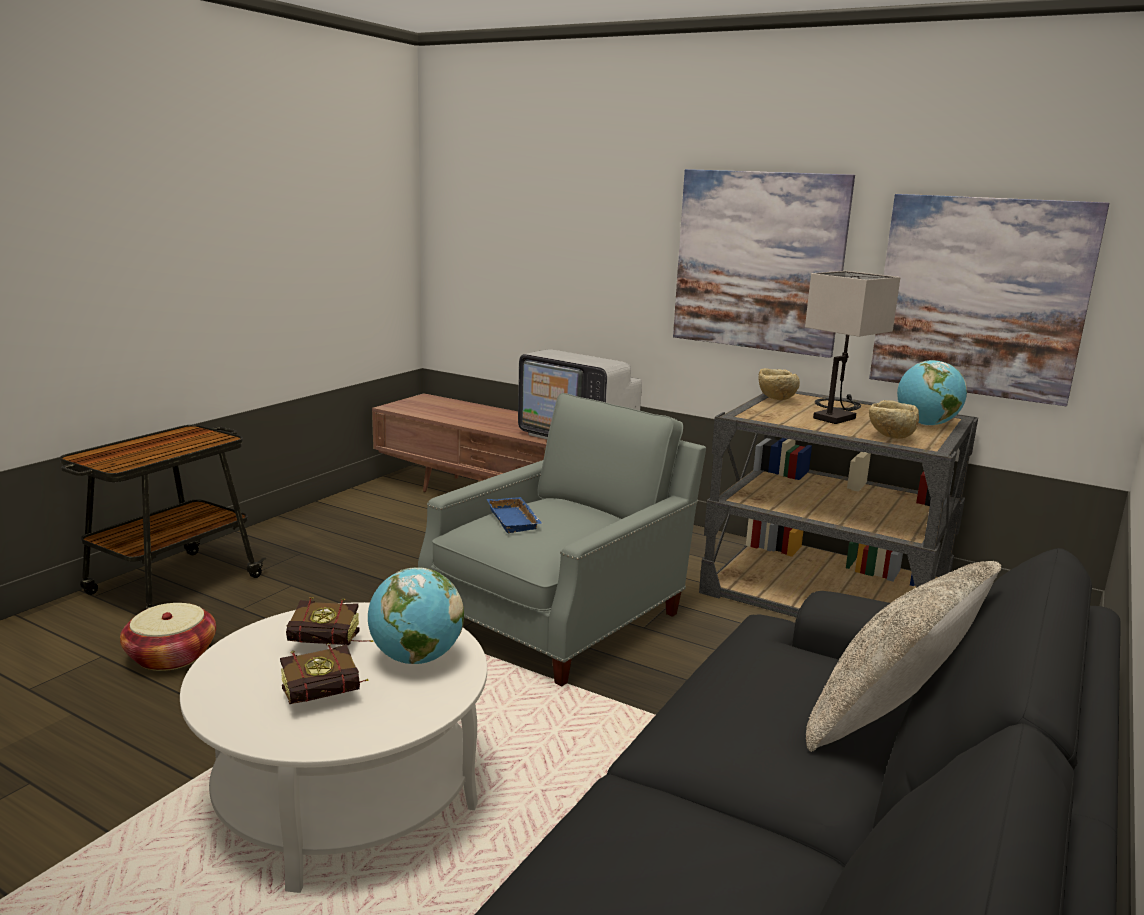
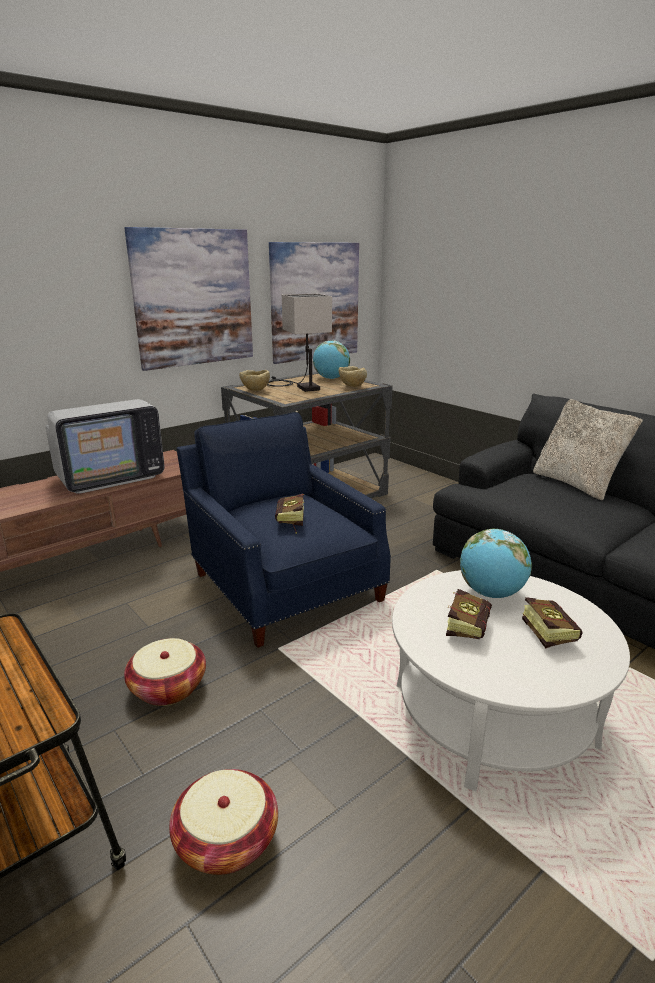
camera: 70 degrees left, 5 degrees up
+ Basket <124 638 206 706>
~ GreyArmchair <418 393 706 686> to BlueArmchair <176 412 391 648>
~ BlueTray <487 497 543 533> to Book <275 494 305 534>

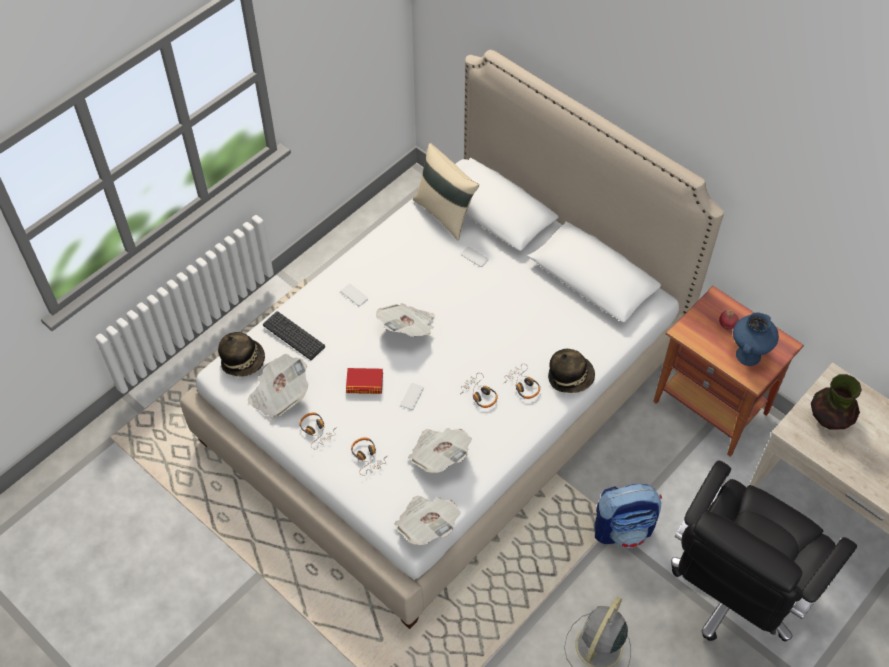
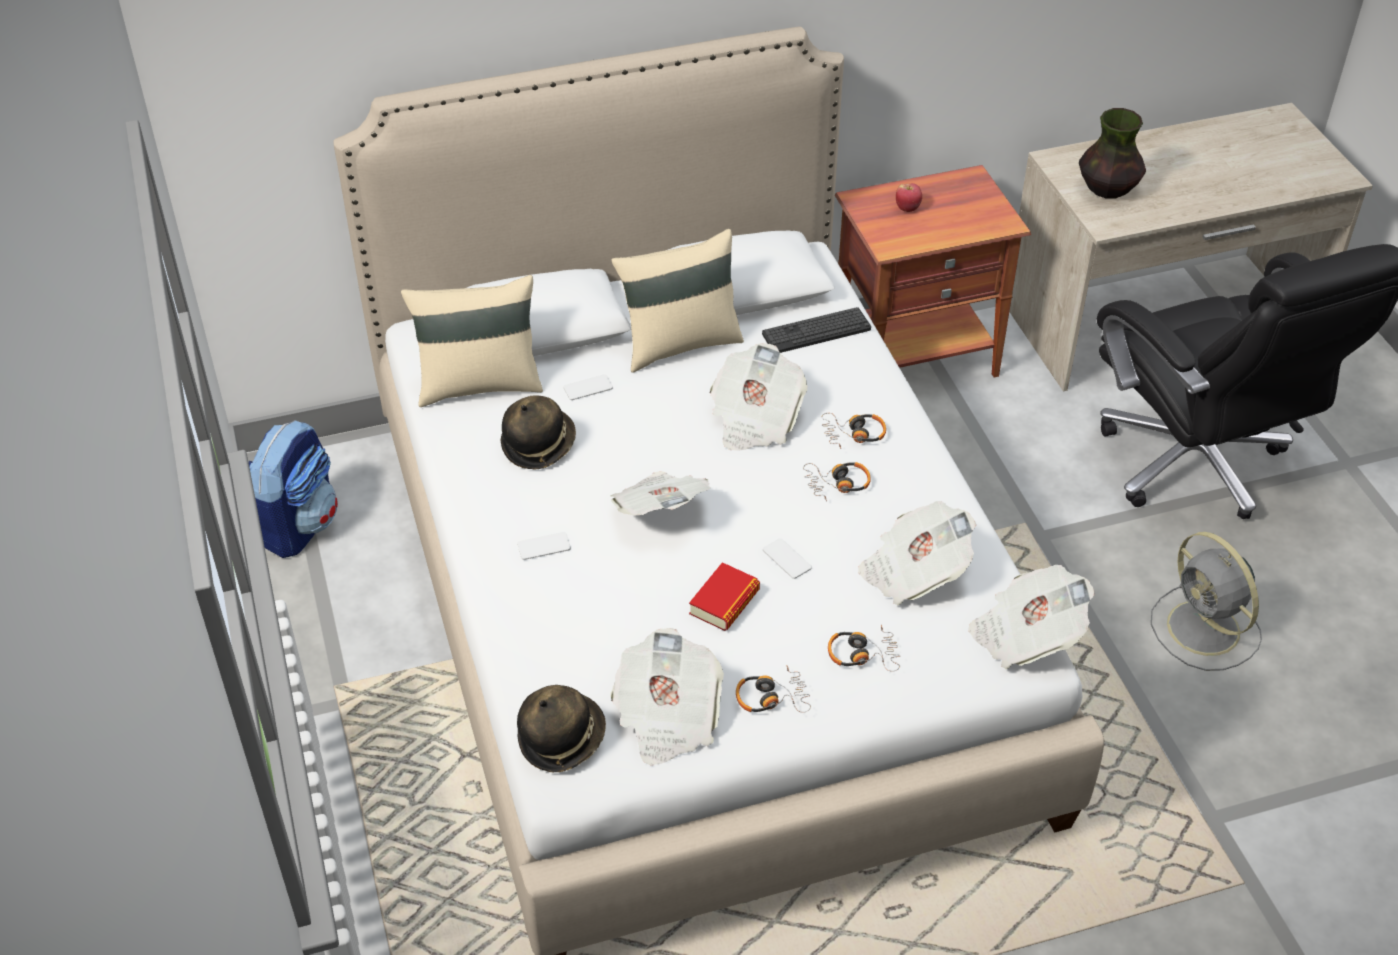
camera: 60 degrees left, 10 degrees down
~ Backpack <595 484 662 548> to <249 420 338 558>
~ Hat <548 349 595 393> to <501 395 576 469>
+ BeigePillow <611 229 744 373>
+ Newspaper <710 343 808 451>
~ Keyboard <263 311 325 360> to <762 307 871 353>
- BlueVase <733 312 779 366>

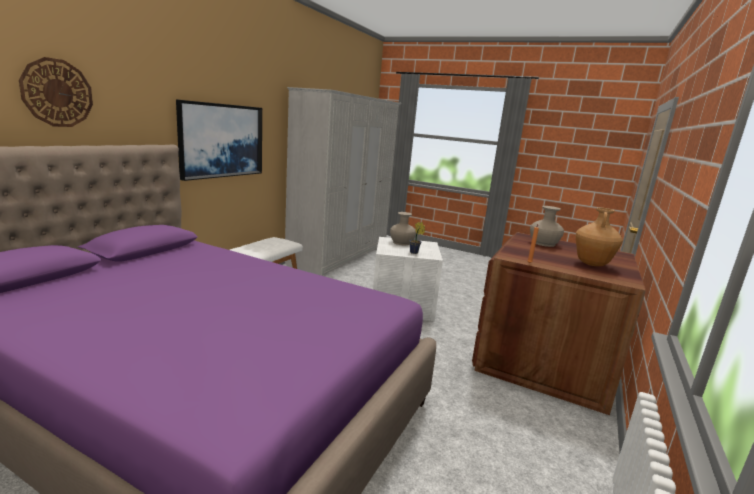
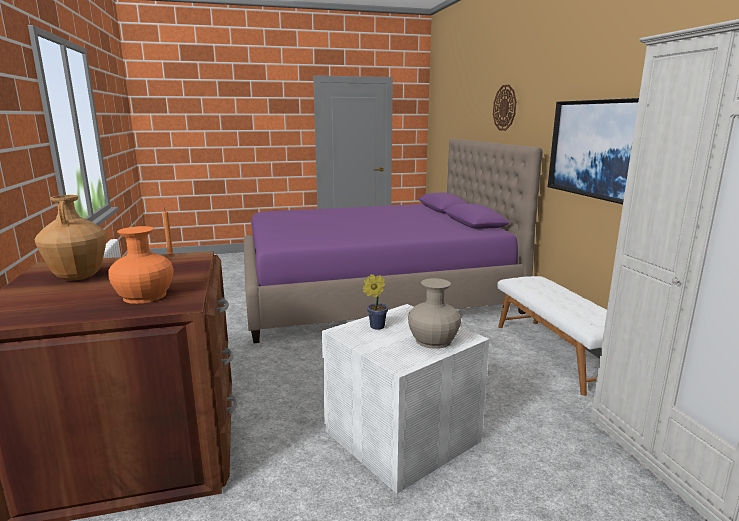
camera: 140 degrees right, 0 degrees up
~ BeigeVase <530 206 564 247> to OrangeVase <108 226 174 304>

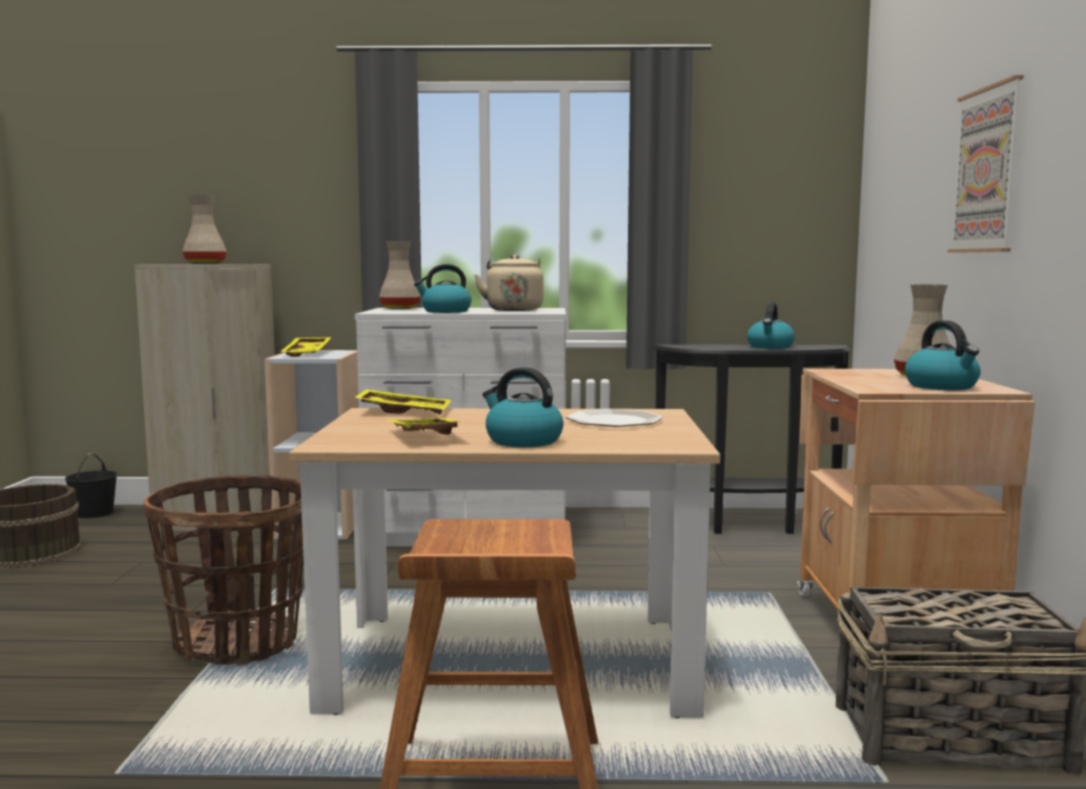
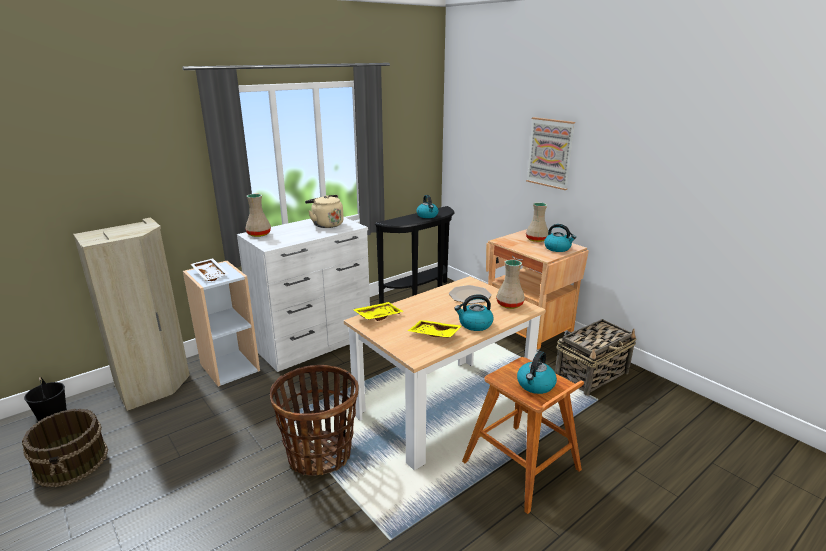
camera: 40 degrees left, 15 degrees up
~ YellowTray <280 337 331 357> to WhiteTray <190 258 229 281>
~ BeigeVase <182 195 227 264> to <496 259 525 309>
~ Kettle <414 264 471 313> to <517 351 557 394>

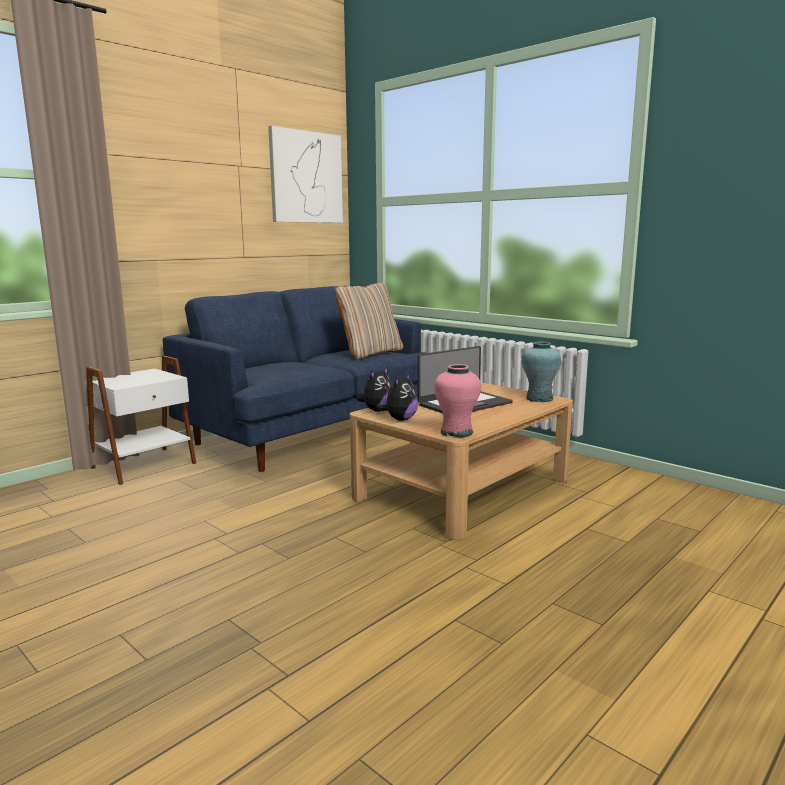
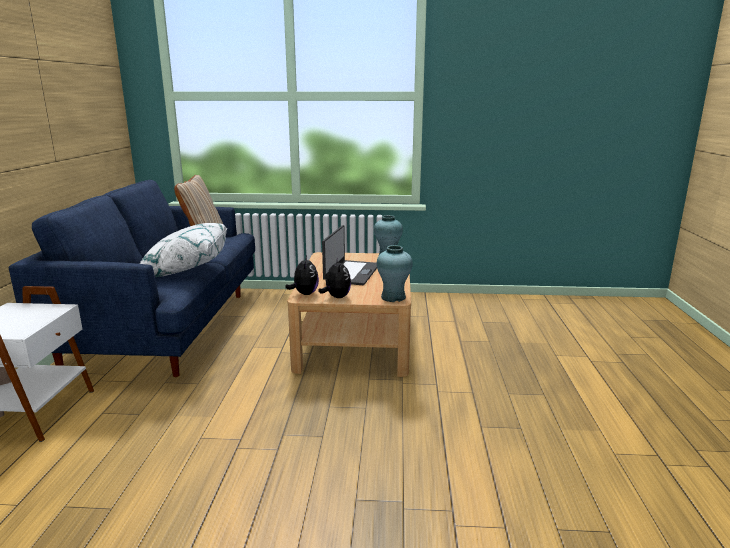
camera: 40 degrees left, 5 degrees up
+ WhitePillow <140 223 227 277>
~ PinkVase <434 364 481 438> to TurquoiseVase <377 245 413 302>
- Picture <268 126 343 223>

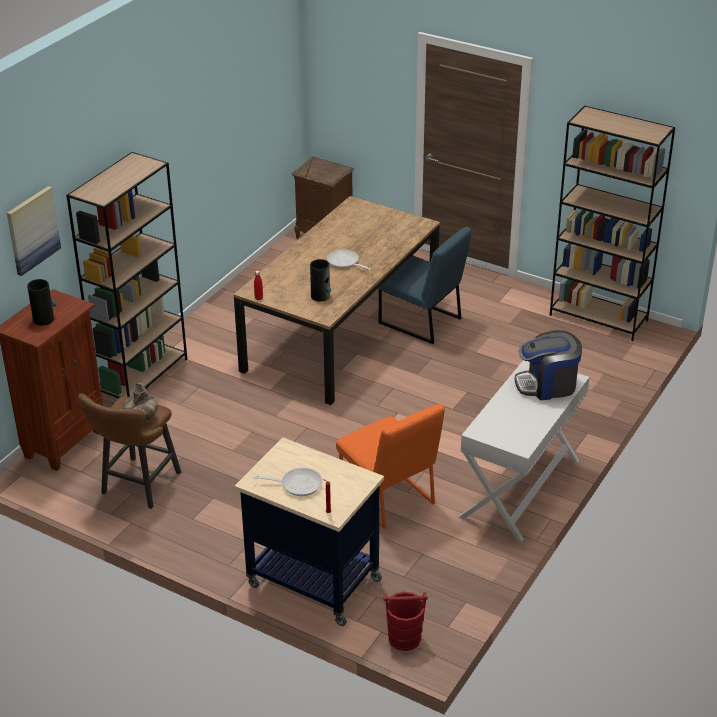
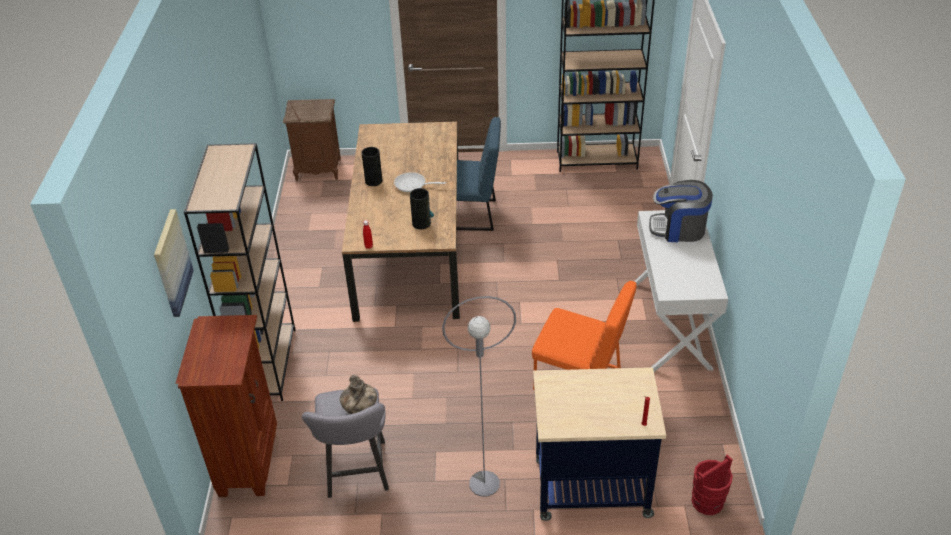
camera: 30 degrees left, 5 degrees up
~ BrownStool <78 393 181 509> to GreyStool <302 388 389 498>
~ Vase <27 279 56 326> to <361 147 382 186>
+ GreyFloorLamp <442 296 516 497>
~ CoffeeMachine <515 330 582 400> = <649 180 713 242> 45 degrees clockwise
- FryingPan <253 468 323 496>

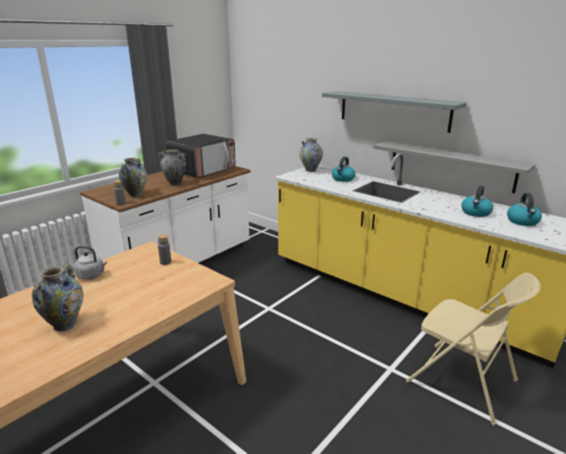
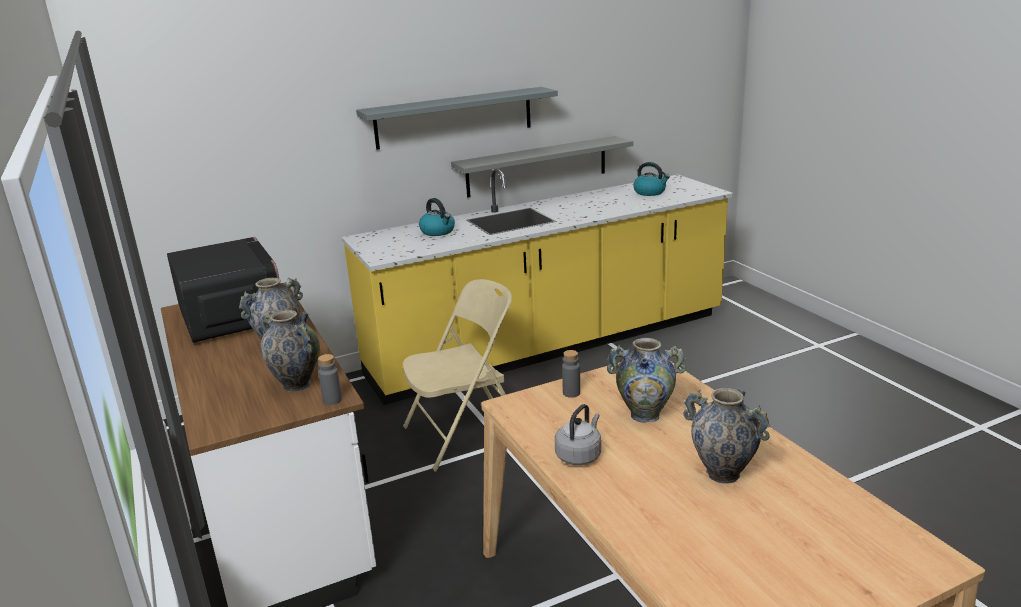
camera: 65 degrees left, 0 degrees up
~ BeigeChair <406 273 541 426> to <403 279 512 472>
~ Vase <299 138 323 172> to <607 338 686 423>
- Kettle <461 185 493 217>

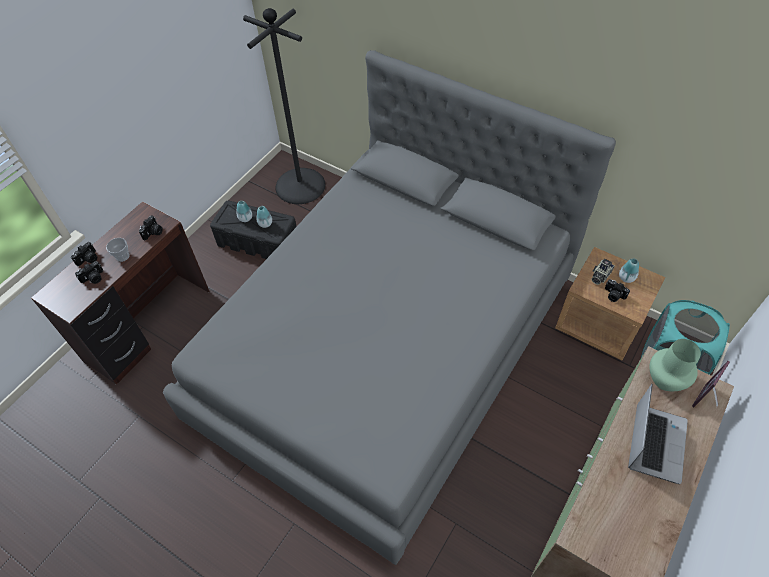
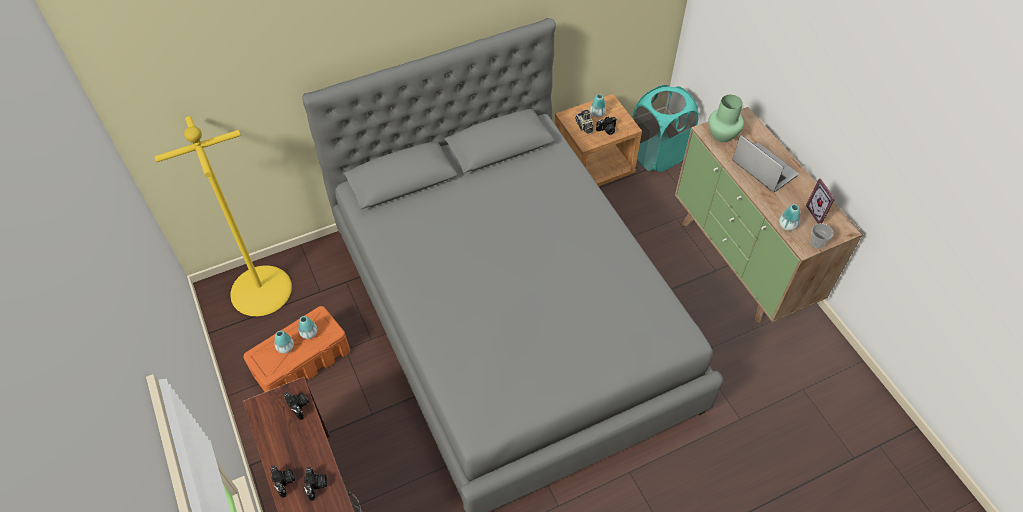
camera: 60 degrees left, 0 degrees up
~ BlackClothesRack <243 8 326 204> to YellowClothesRack <154 116 292 316>
~ BlackStorageBox <210 200 297 259> to OrangeStorageBox <243 306 350 392>
+ Vase <779 204 800 231>
~ PictureFrame <692 361 730 407> to <806 178 835 224>
~ Cup <106 238 129 262> to <810 223 833 248>

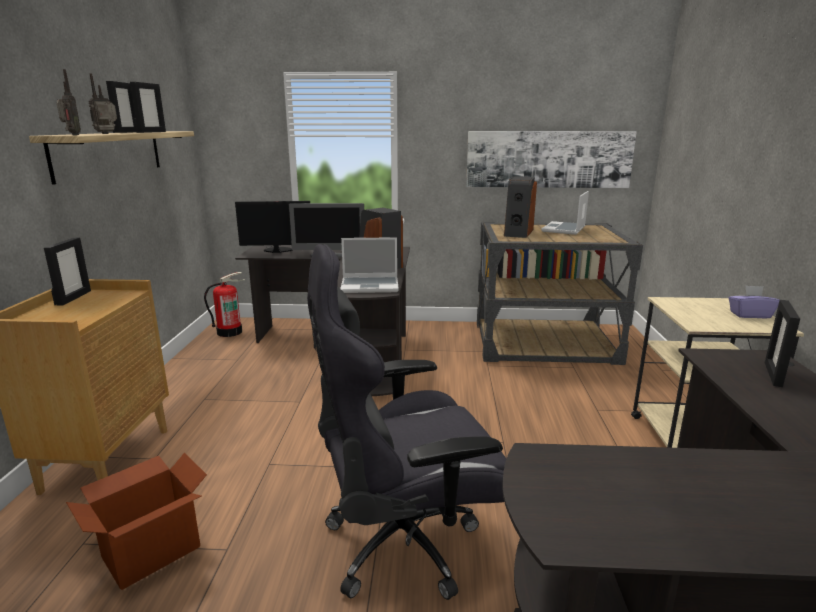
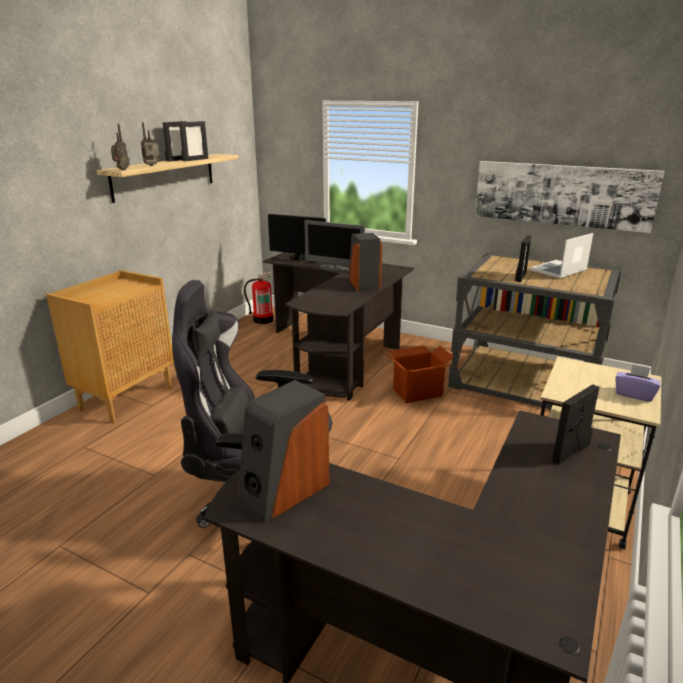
camera: 25 degrees right, 5 degrees up
~ Speaker <504 176 537 238> to <237 380 330 523>
~ CardboardBox <66 453 207 590> to <387 345 454 403>
~ PictureFrame <44 238 91 306> to <515 235 532 282>
- Laptop <340 237 399 293>

